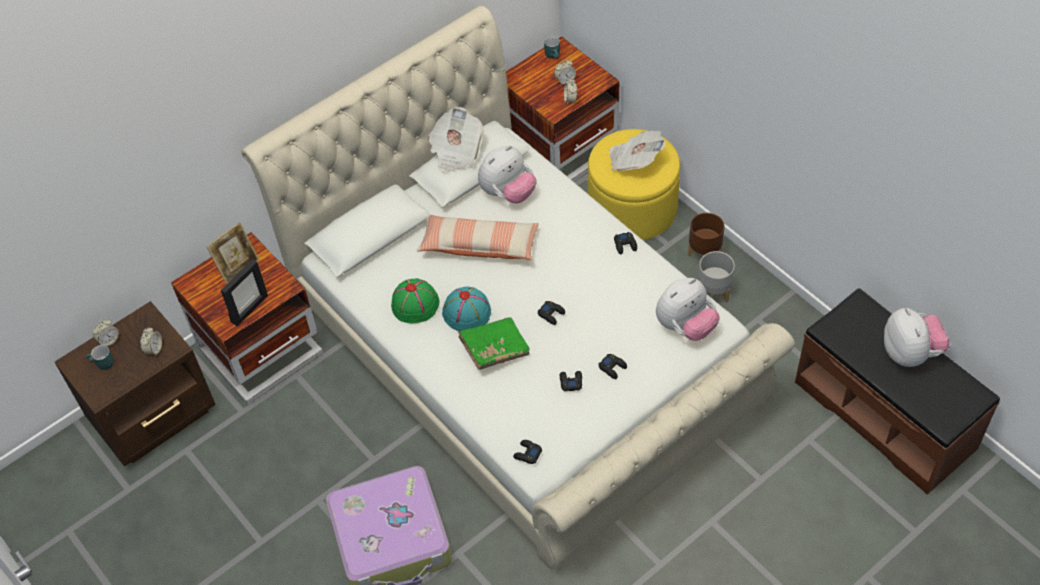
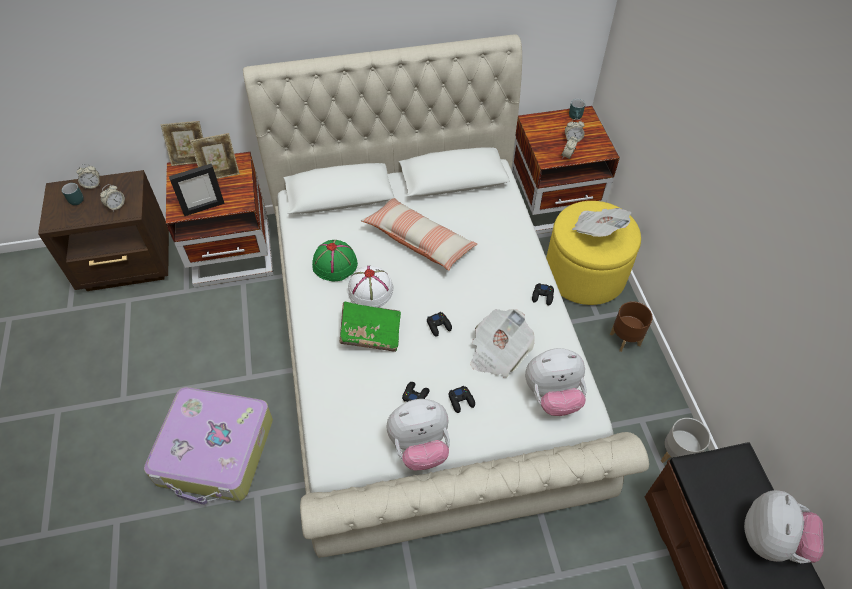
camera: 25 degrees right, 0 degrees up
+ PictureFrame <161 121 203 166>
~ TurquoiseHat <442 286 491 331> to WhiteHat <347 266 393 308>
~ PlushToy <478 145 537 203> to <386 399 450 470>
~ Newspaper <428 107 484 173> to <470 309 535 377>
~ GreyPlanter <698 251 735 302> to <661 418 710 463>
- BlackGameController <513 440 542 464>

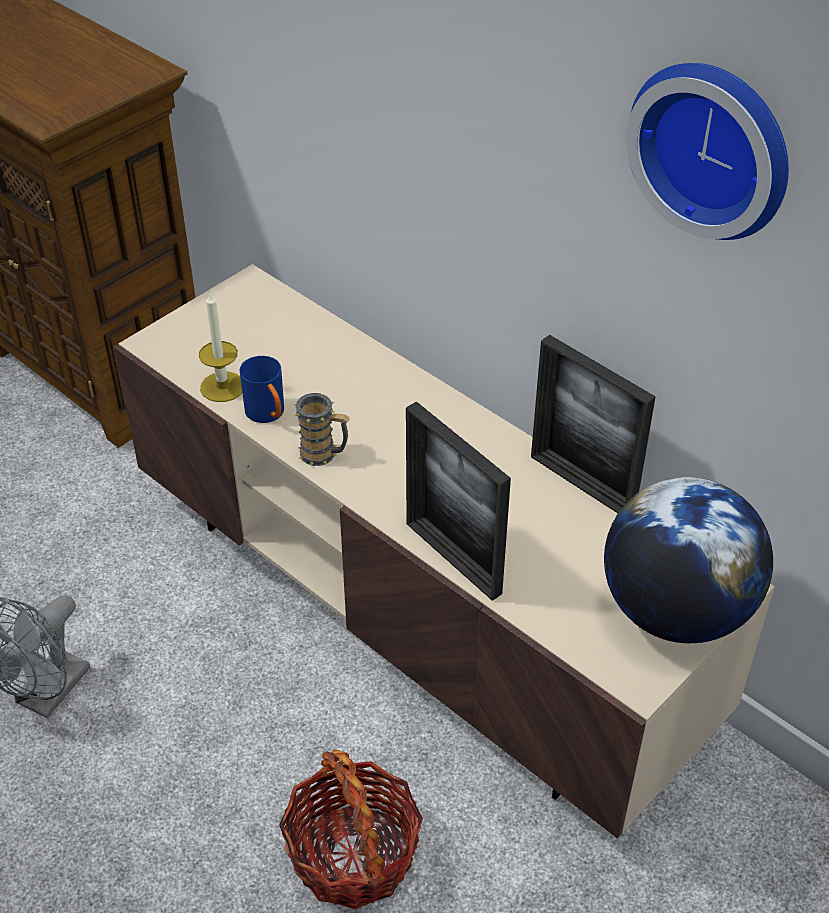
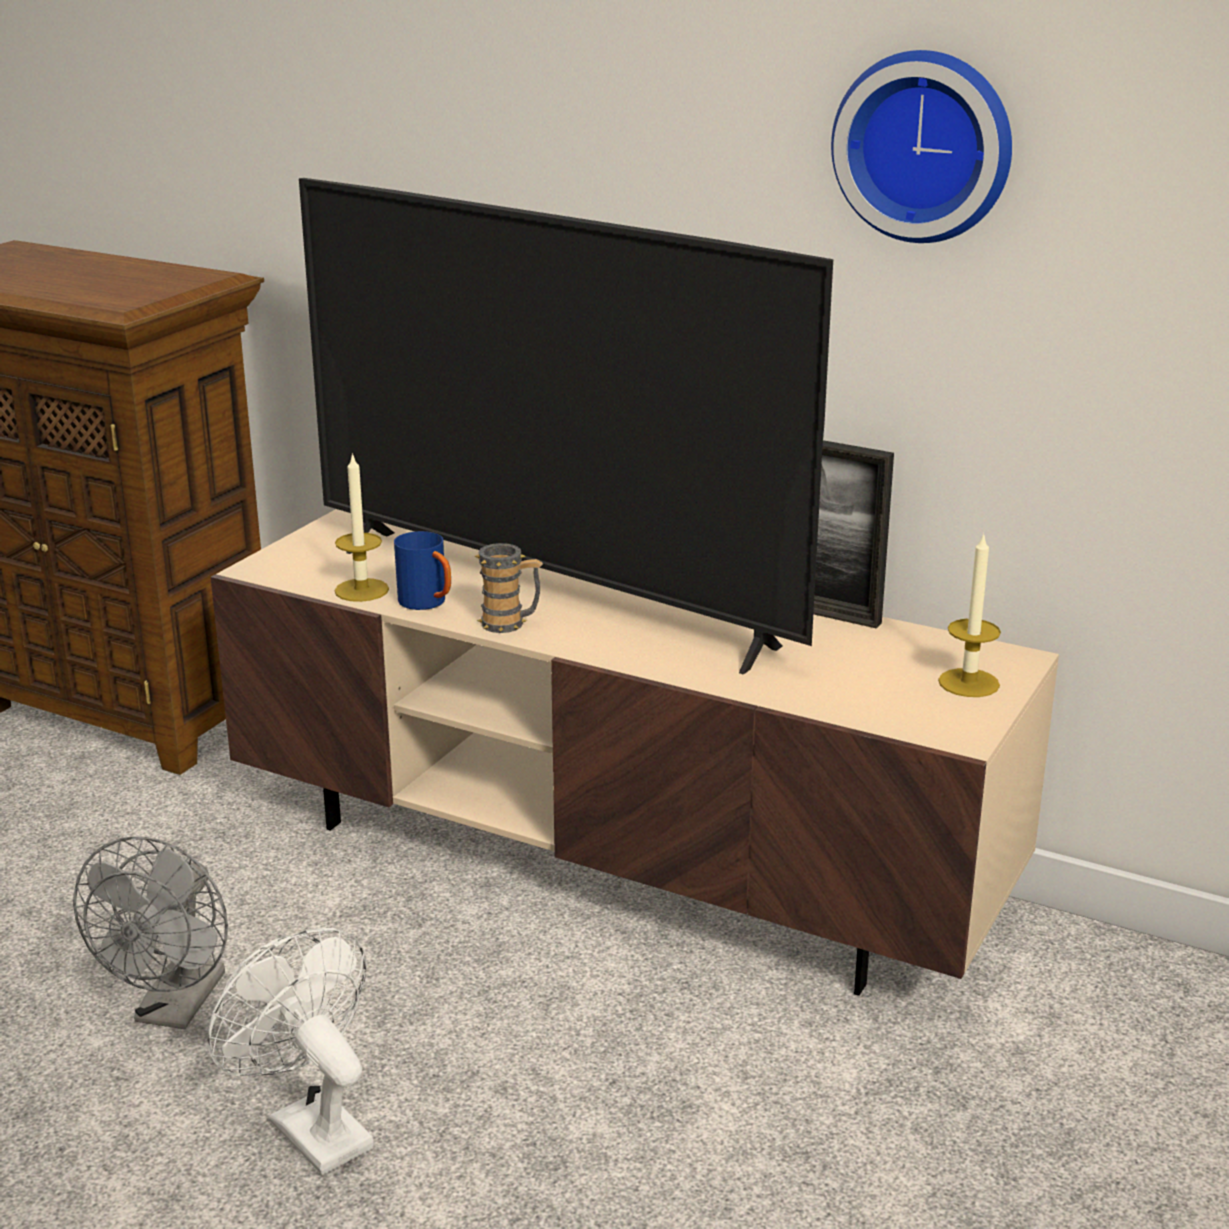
camera: 15 degrees left, 20 degrees down
+ WhiteFan <207 928 374 1175>
+ Television <299 178 833 675>
~ Globe <604 477 773 643> to Candle <938 532 1001 697>
- Basket <279 750 423 910>
- PictureFrame <406 401 511 601>

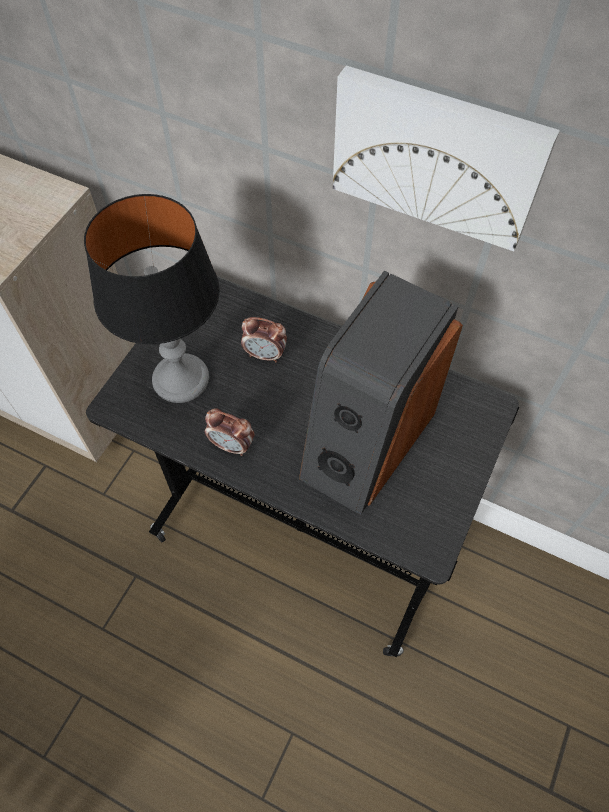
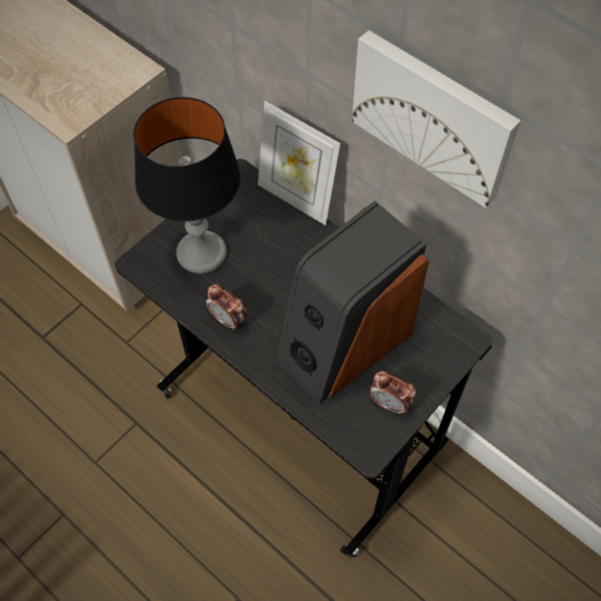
camera: 15 degrees right, 0 degrees up
+ PictureFrame <258 101 341 226>
~ AlarmClock <241 317 287 362> to <369 371 416 414>

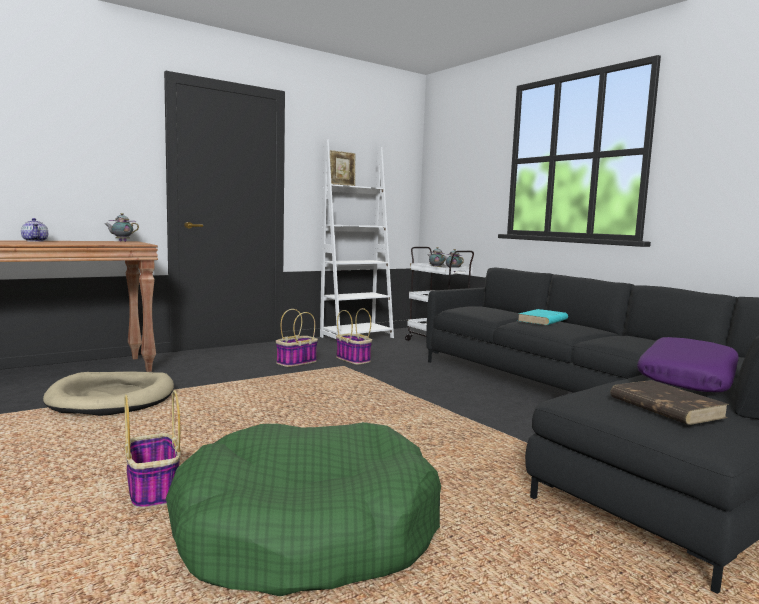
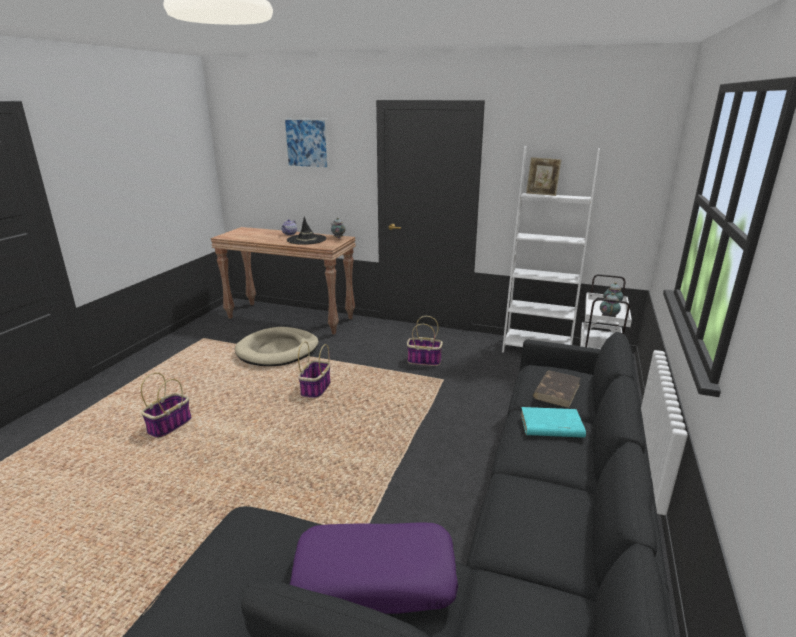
camera: 55 degrees right, 15 degrees up
+ Picture <283 118 329 169>
+ BlackHat <287 217 326 245>
~ Basket <336 308 372 365> to <298 341 331 398>
~ BrownBook <610 380 729 425> to <533 371 581 408>
- GreenDogBed <166 422 441 596>

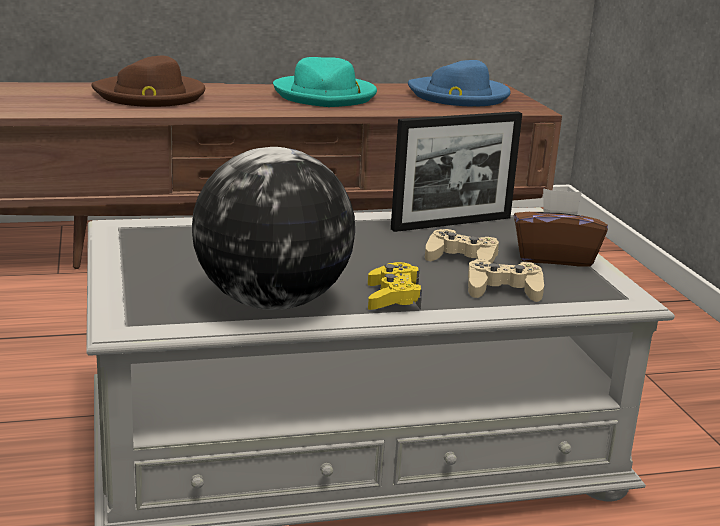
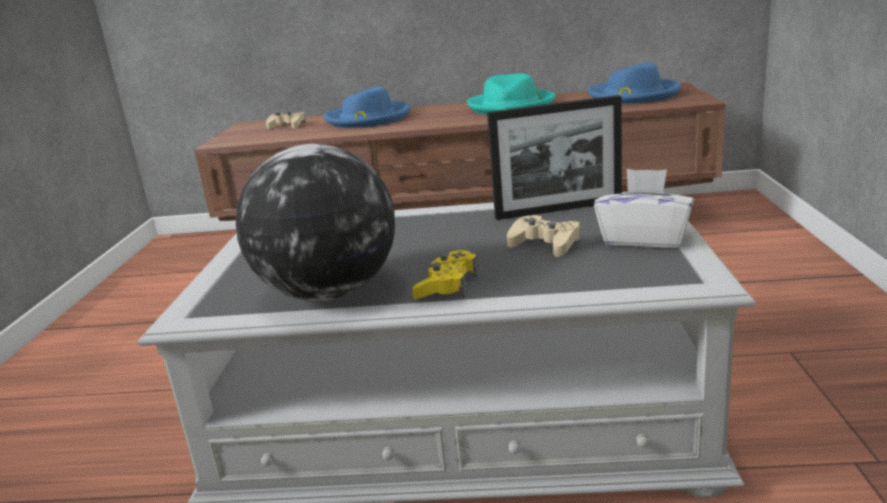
camera: 20 degrees right, 0 degrees up
~ BeigeGameController <468 259 544 302> to <266 112 305 129>
~ BrownHat <91 55 205 107> to BlueHat <324 86 411 128>
~ BrownTissueBox <514 188 608 267> to WhiteTissueBox <594 169 694 248>

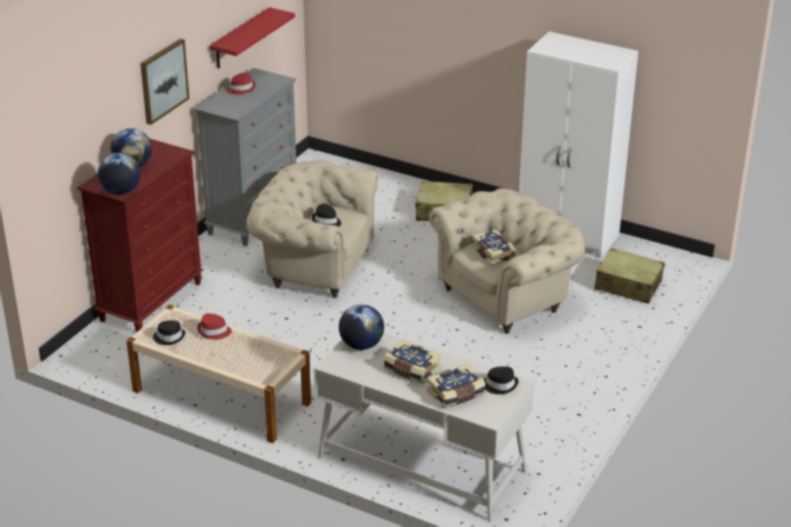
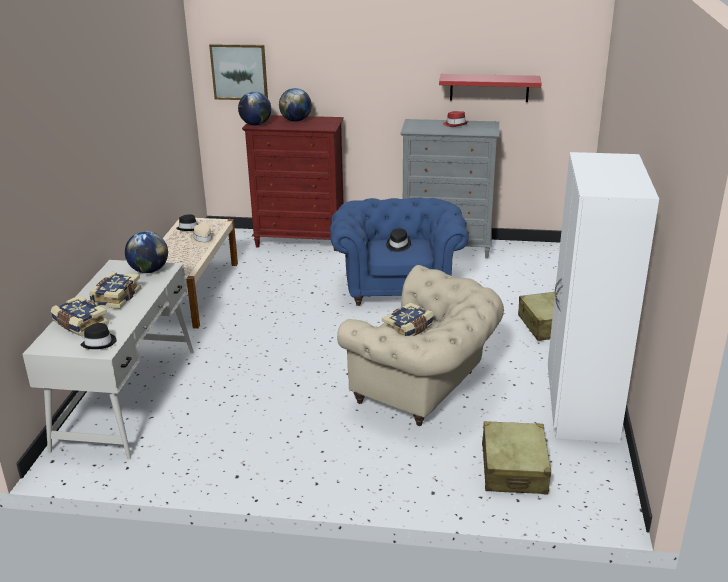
camera: 70 degrees right, 5 degrees down
~ RedHat <197 313 232 340> to BeigeHat <191 223 216 246>
~ Picture <140 39 189 125> to <209 44 268 100>
~ BeigeArmchair <247 160 378 298> to BlueArmchair <330 197 469 306>

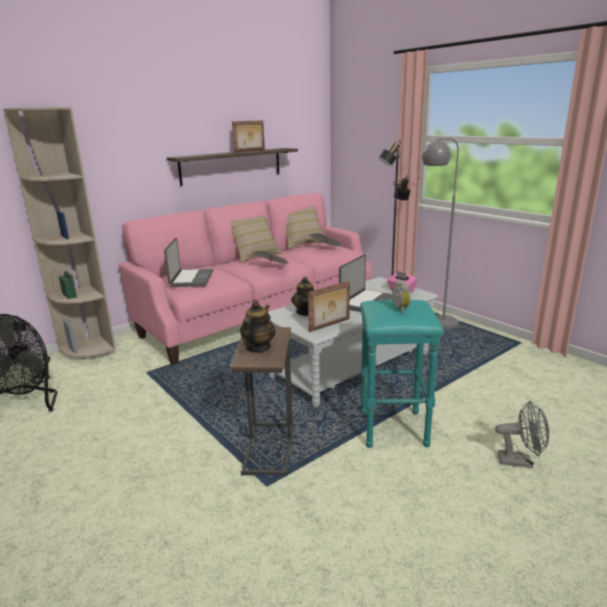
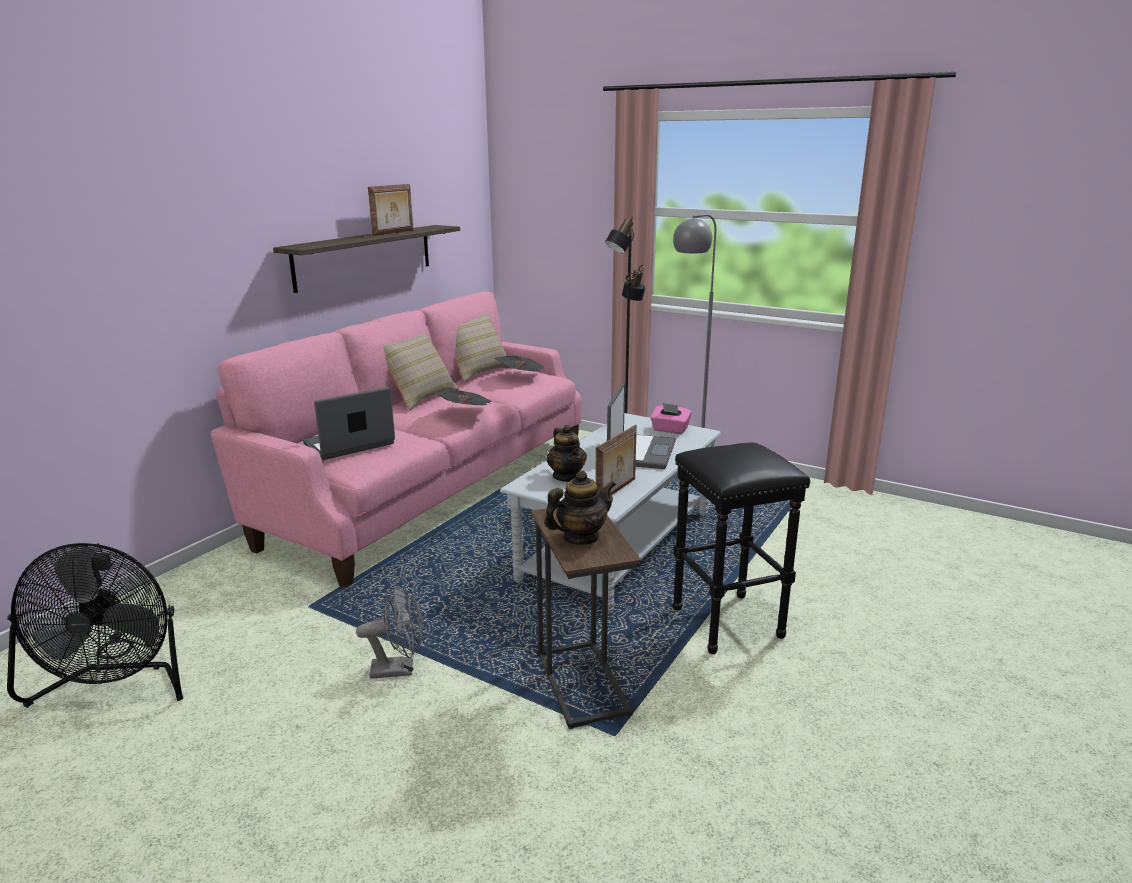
camera: 20 degrees left, 0 degrees up
~ Laptop <164 238 213 287> = <303 387 395 460> 105 degrees counterclockwise
~ GreyFan <496 401 549 468> to <356 586 423 679>
~ Teapot <240 301 276 352> = <544 470 616 545> 60 degrees clockwise
~ TurquoiseStool <360 300 444 448> to BlackStool <673 443 810 654>
- BeigeBookcase <3 107 116 360>
- AlarmClock <392 280 410 313>

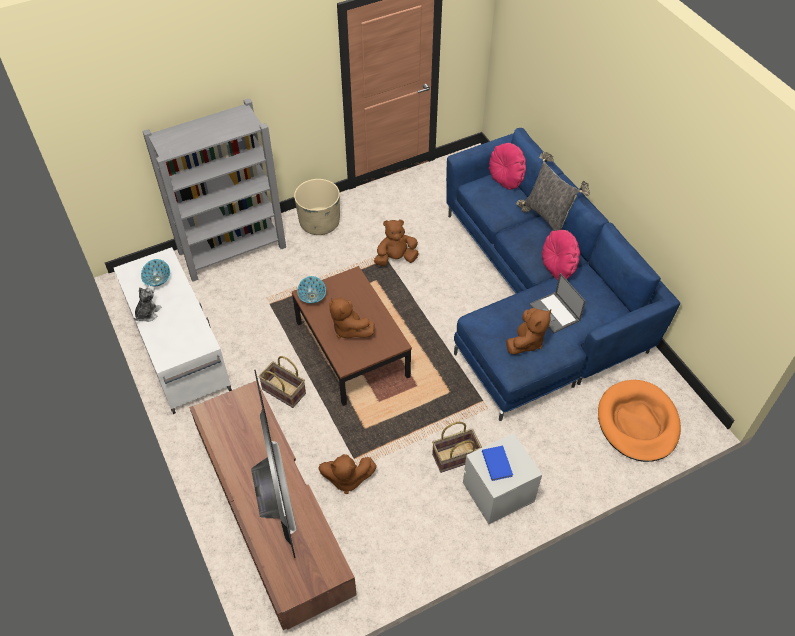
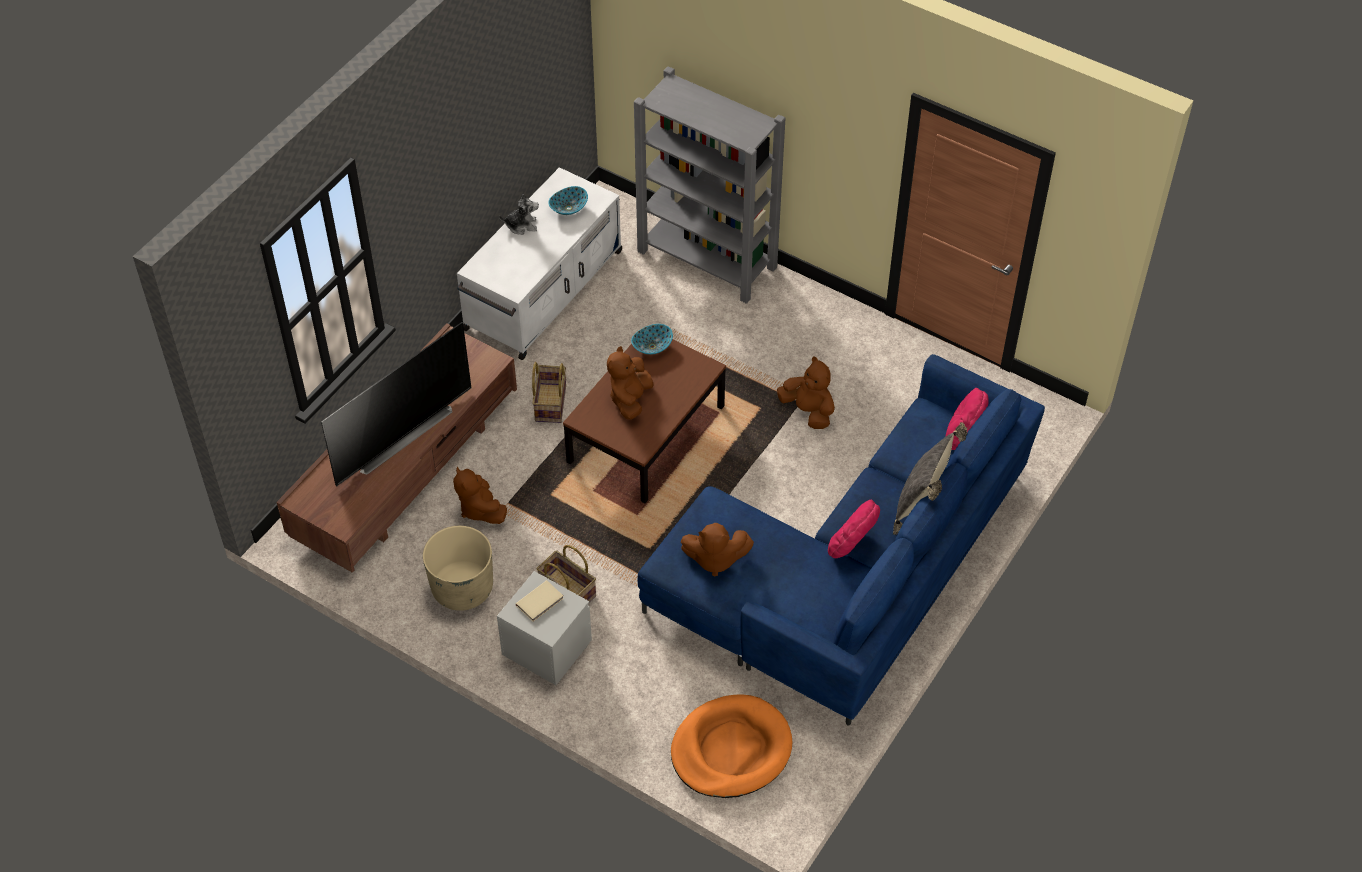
camera: 60 degrees right, 0 degrees up
~ BeigePlanter <294 179 340 235> to <423 526 493 611>
~ BlueBook <482 446 513 481> to BeigeBook <516 580 564 621>
- Laptop <530 273 586 333>

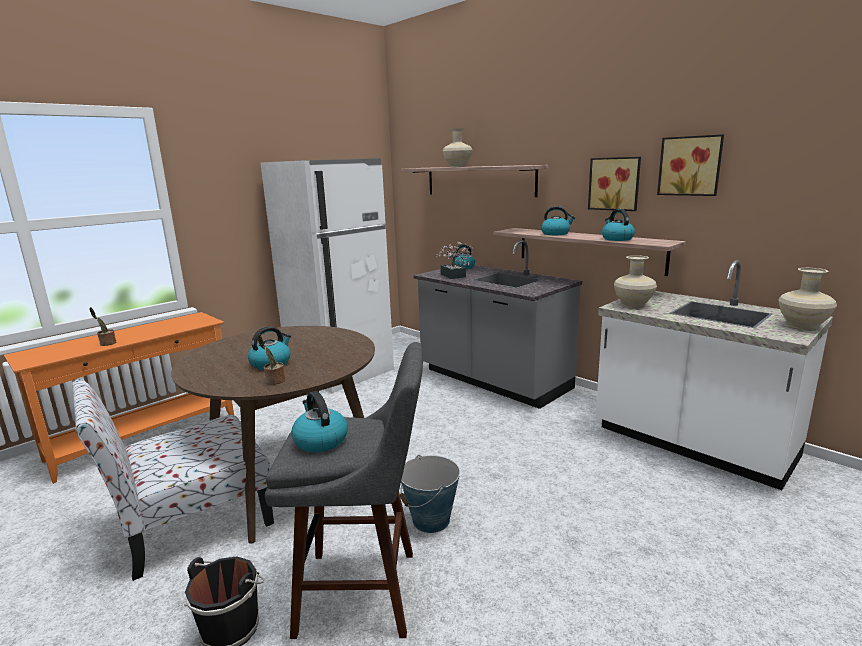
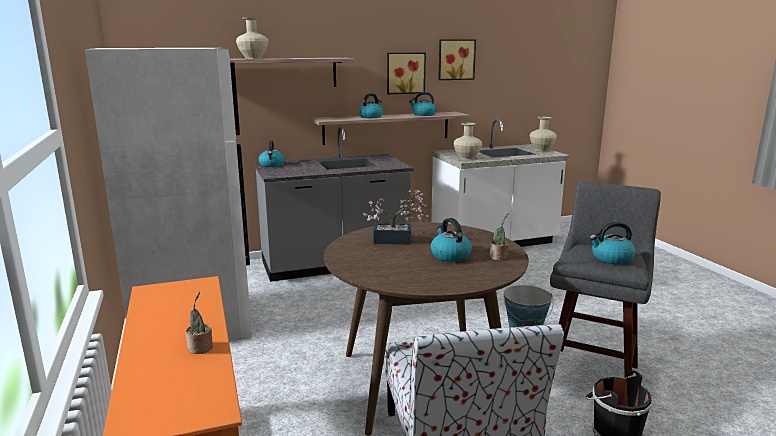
camera: 65 degrees left, 0 degrees up
~ PottedPlant <436 242 474 279> to <363 190 428 245>

